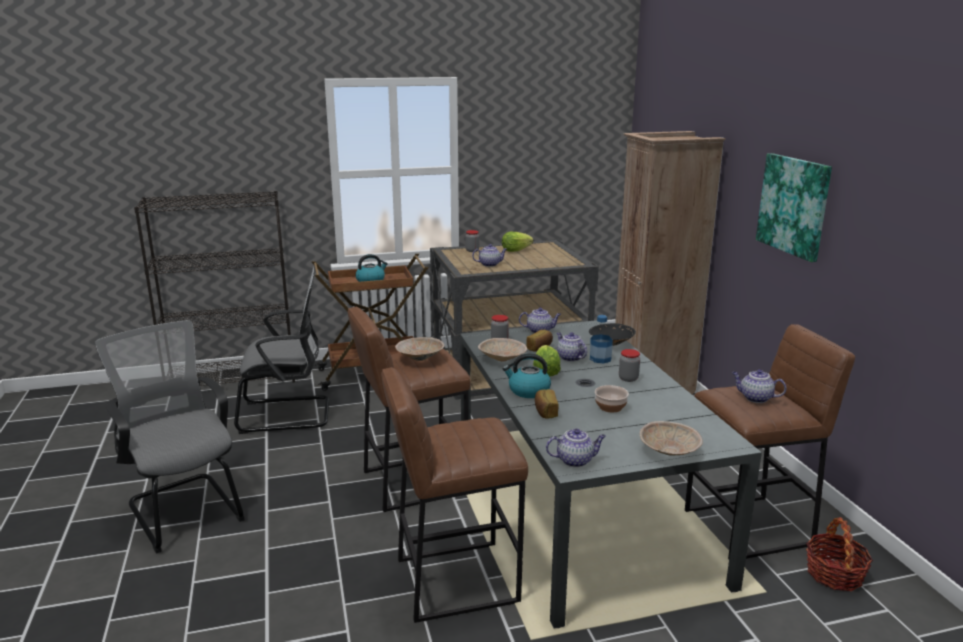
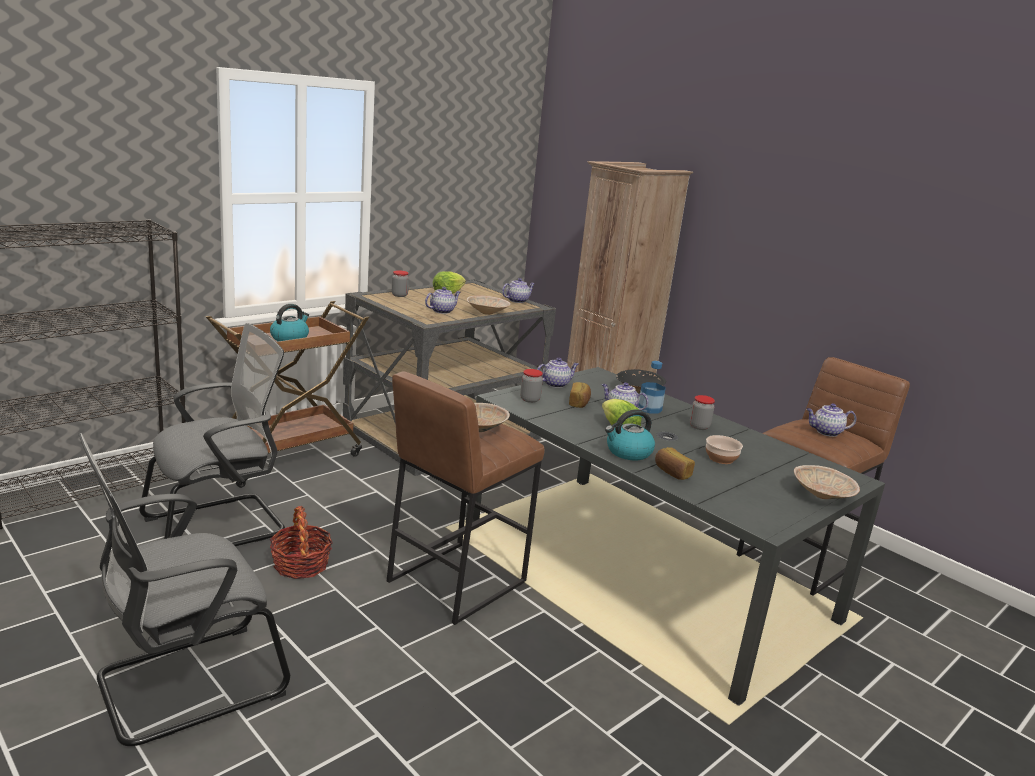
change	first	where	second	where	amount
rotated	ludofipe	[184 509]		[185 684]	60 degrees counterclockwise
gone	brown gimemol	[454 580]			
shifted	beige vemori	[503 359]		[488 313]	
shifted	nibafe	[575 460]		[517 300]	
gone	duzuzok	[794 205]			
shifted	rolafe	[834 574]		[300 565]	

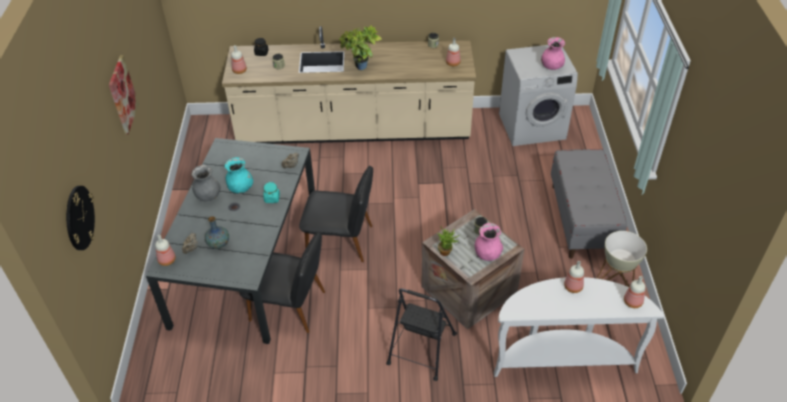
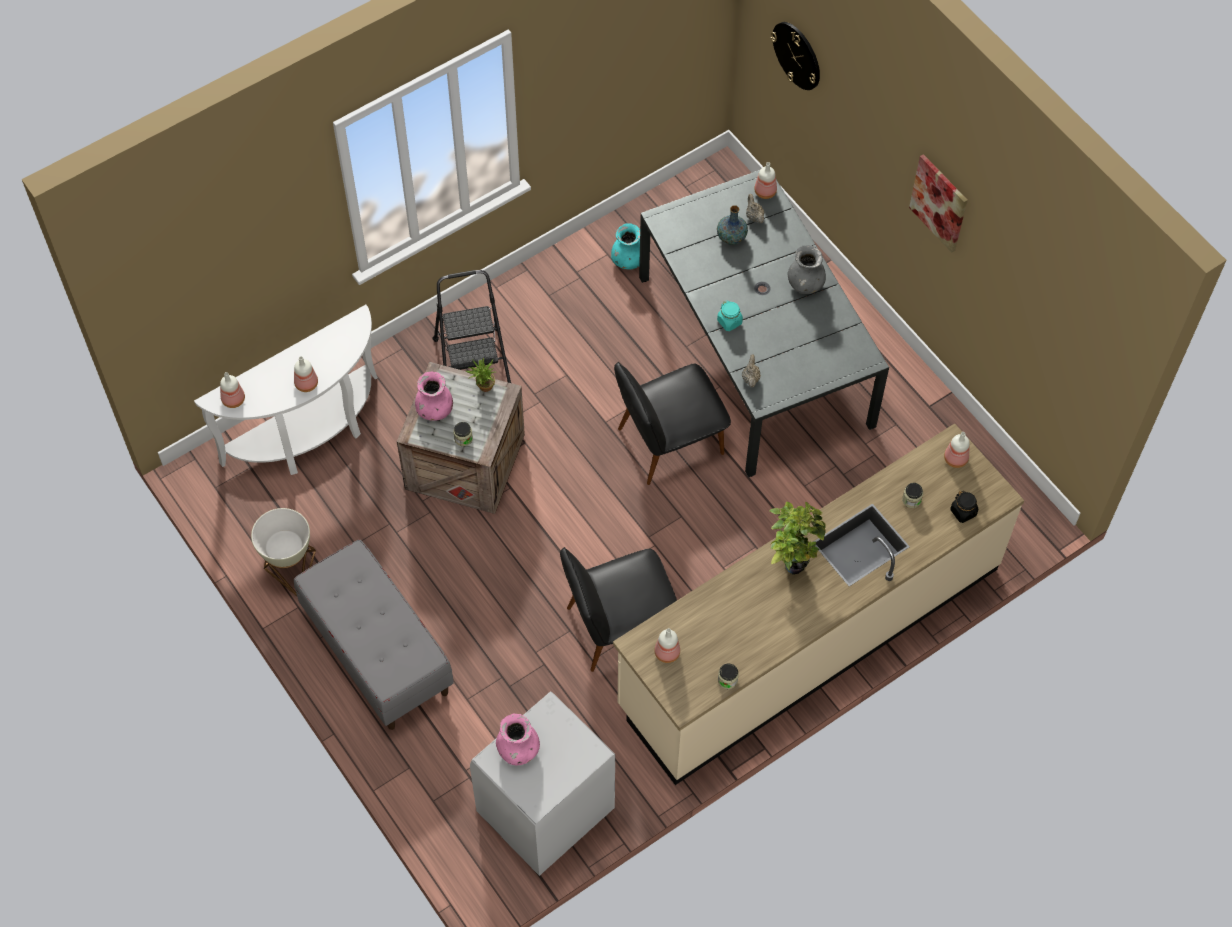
change	first	where	second	where	amount
shifted	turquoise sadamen	[240 188]		[628 260]	
shifted	black ludofipe	[287 306]		[620 625]	

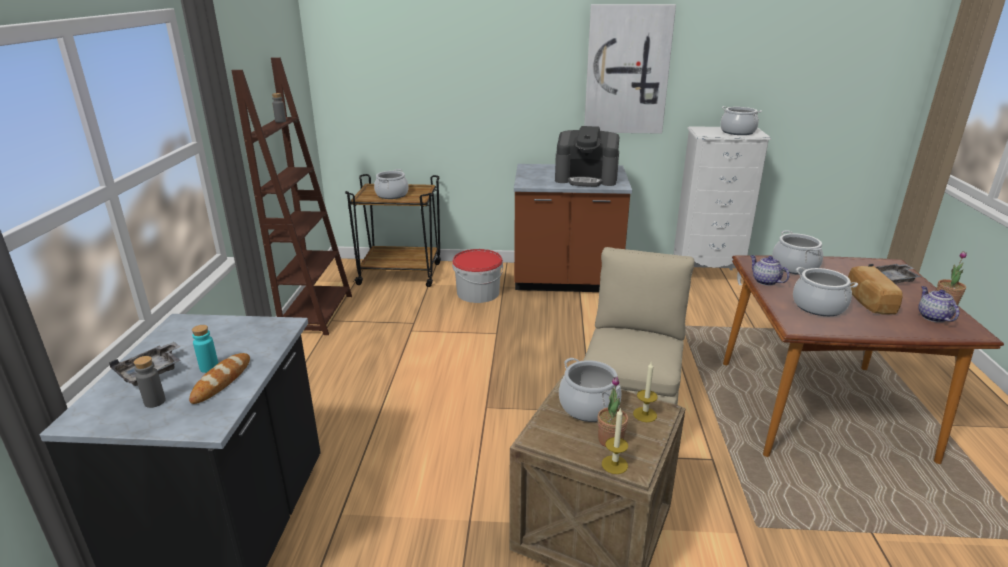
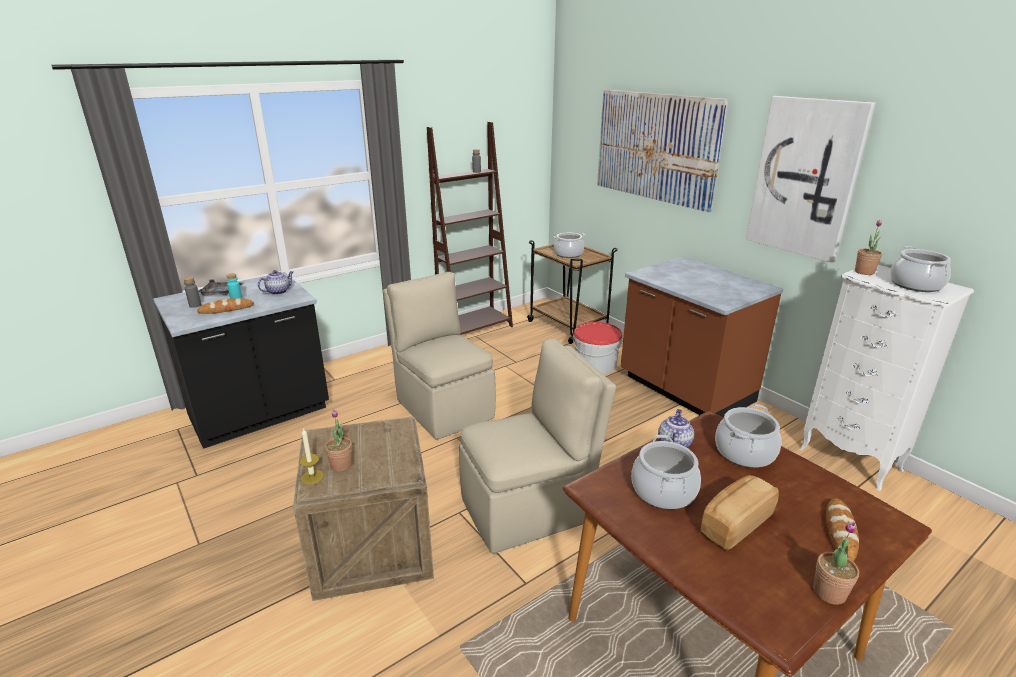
change	first	where	second	where	amount
gone	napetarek	[586 179]			
gone	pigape	[588 406]			
gone	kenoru	[645 414]			
swapped	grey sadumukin	[893 279]	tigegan	[840 532]	
shifted	nibafe	[932 317]		[278 291]	
new			beige ludofipe	[443 407]	
new			duzuzok	[656 147]	
new			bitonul	[864 272]	

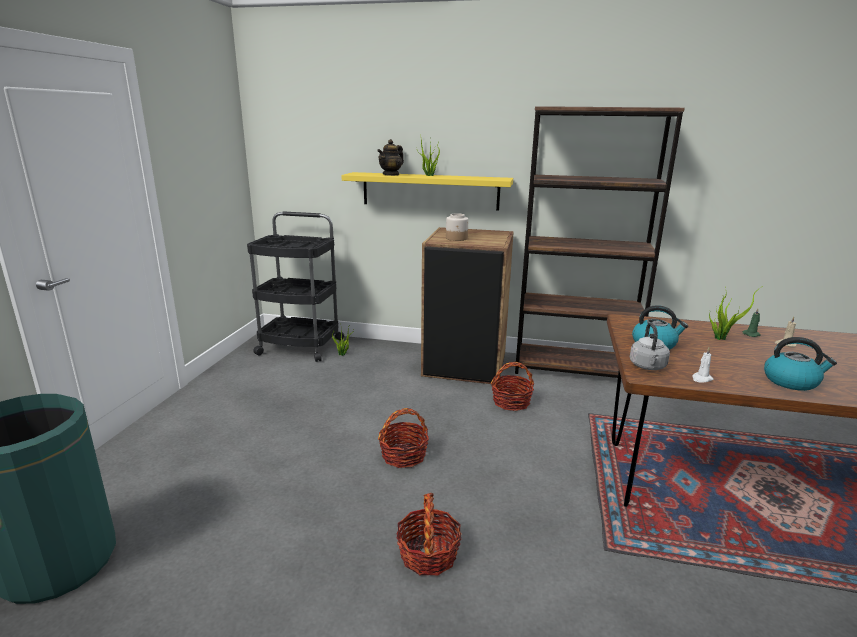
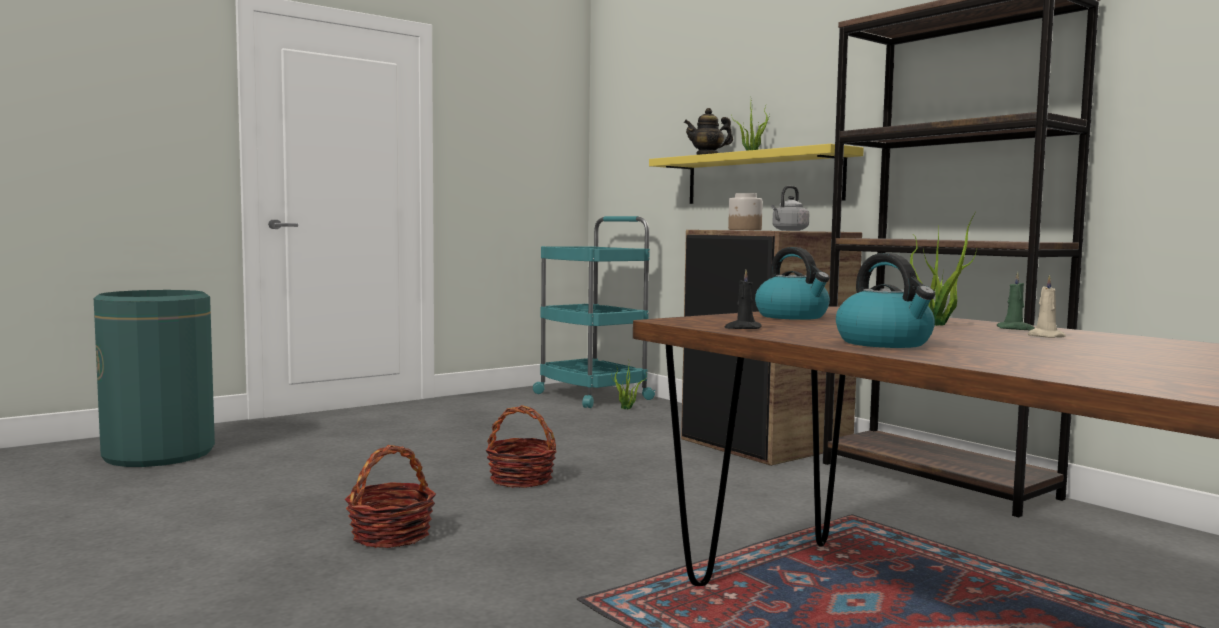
change	first	where	second	where	amount
repainted	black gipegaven	[299 347]	turquoise gipegaven	[591 396]	
gone	rolafe	[511 402]			
shifted	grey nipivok	[648 367]		[789 230]	
repainted	white kenoru	[701 379]	black kenoru	[742 328]	

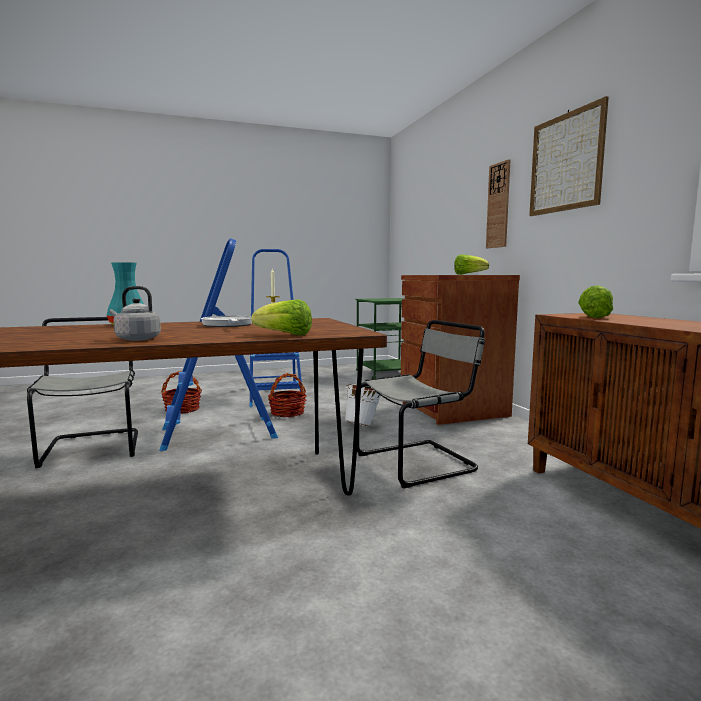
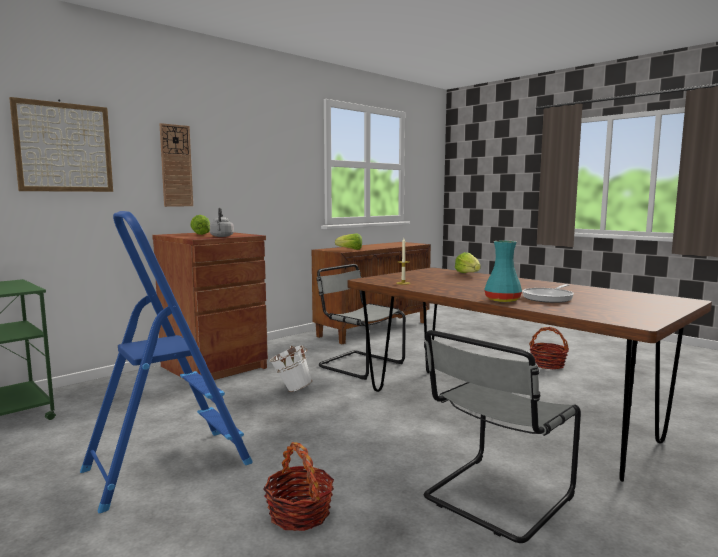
change	first	where	second	where	amount
shifted	grey nipivok	[136 339]		[221 236]	
gone	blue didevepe	[217 433]			
shifted	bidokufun	[228 325]		[549 298]	
shifted	rolafe	[287 413]		[547 364]	
shifted	duzuzok	[566 161]		[64 146]	

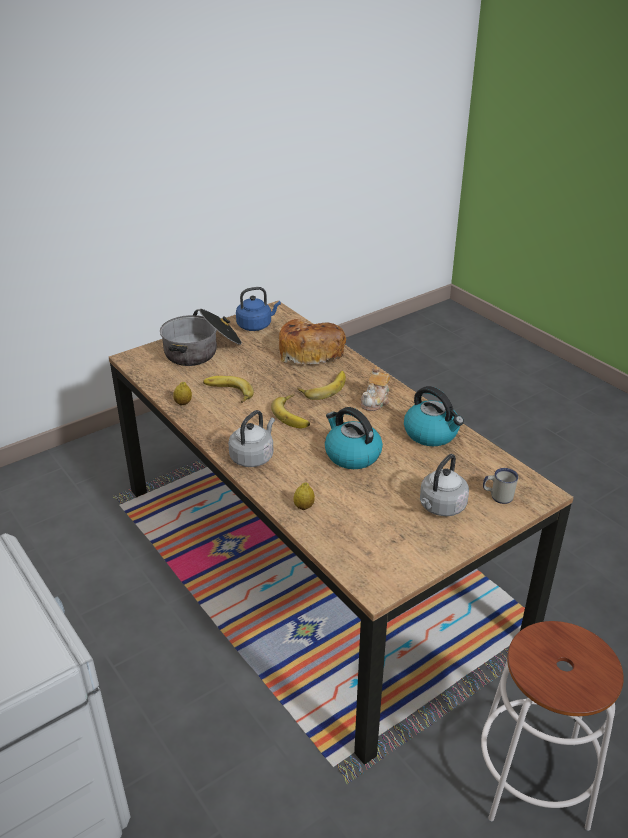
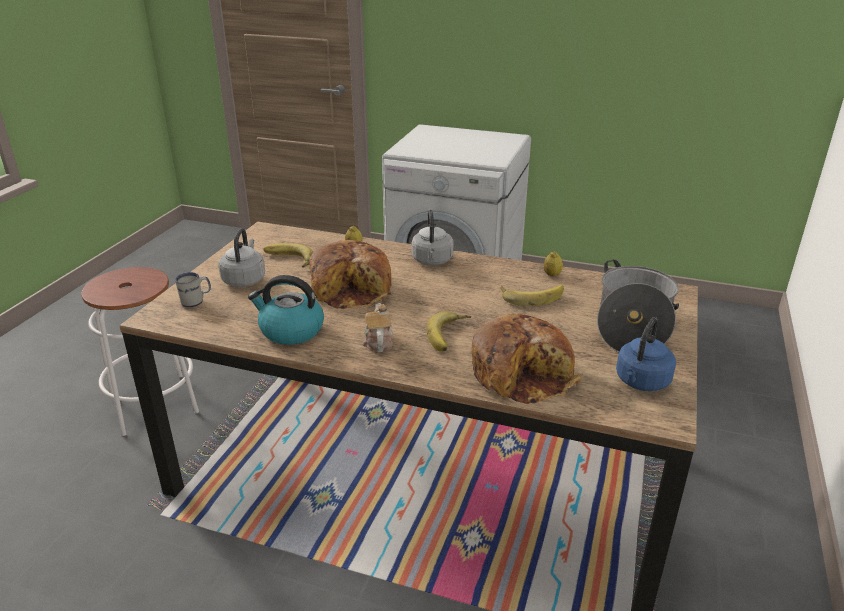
change	first	where	second	where	amount
shifted	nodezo	[294 414]		[288 260]	
swapped	nipivok	[351 455]	tigegan	[353 288]	

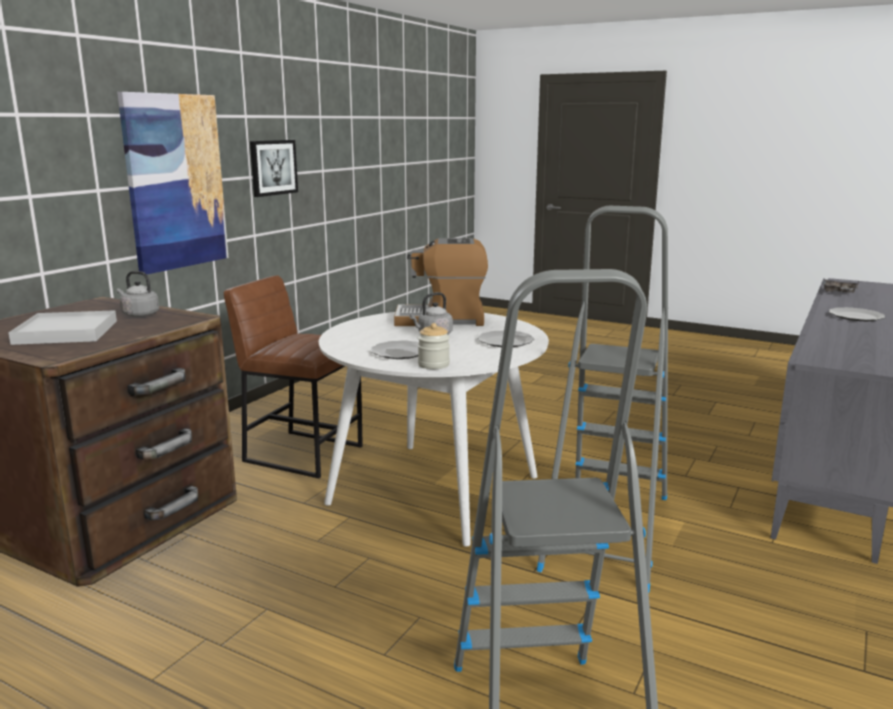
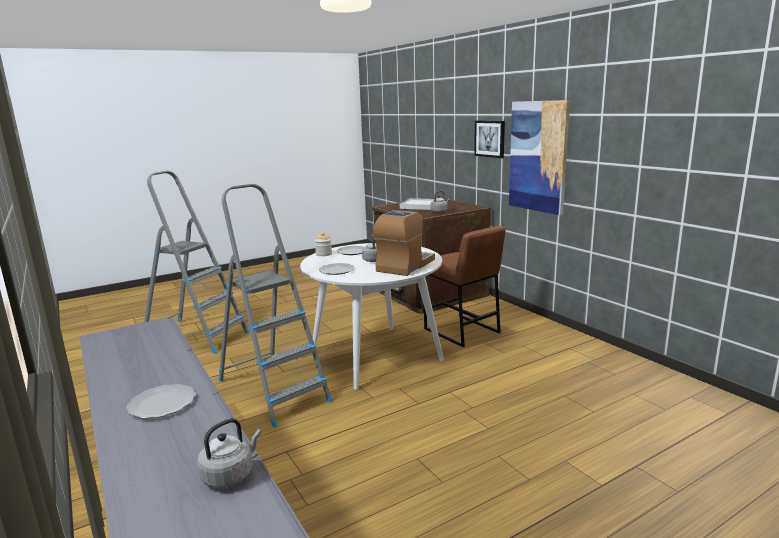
change	first	where	second	where	amount
rotated	brown ludofipe	[302 453]		[462 331]	90 degrees clockwise
shifted	duzuzok	[273 167]		[490 138]	
swapped	grey sadumukin	[839 292]	grey nipivok	[230 475]	

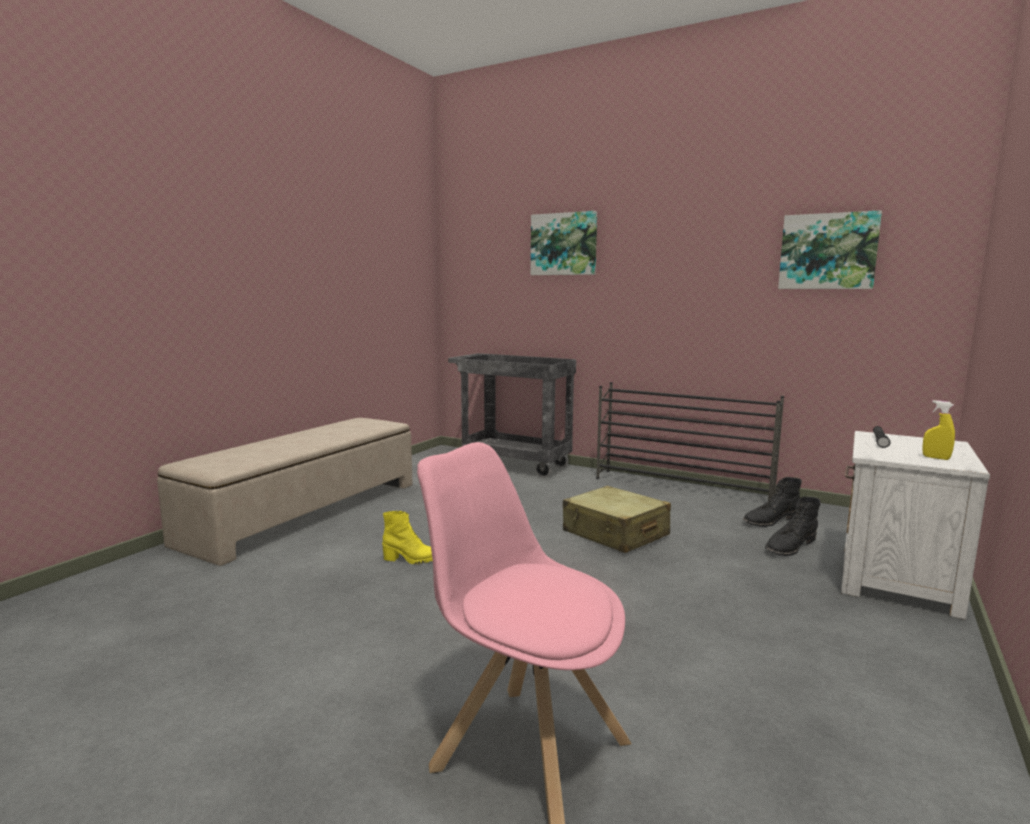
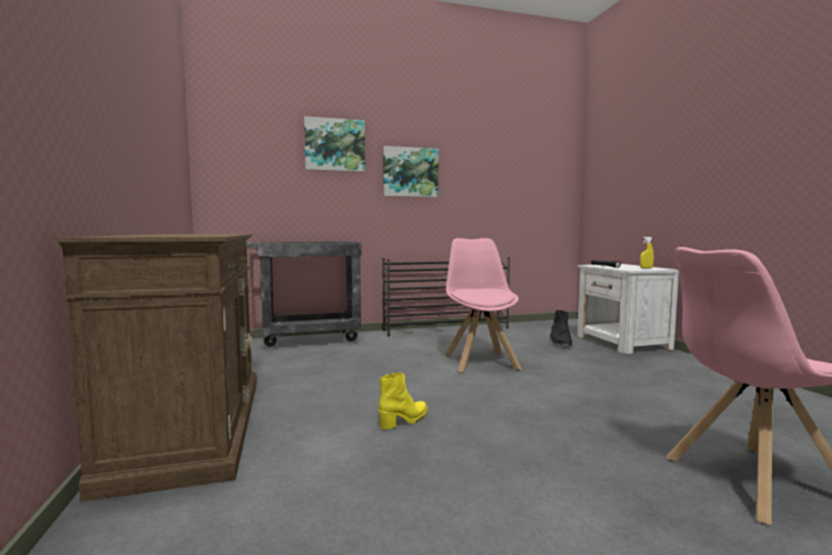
change	first	where	second	where	amount
swapped	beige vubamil	[306 511]	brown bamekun	[192 426]	
swapped	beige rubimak	[615 534]	pink ludofipe	[480 360]	
gone	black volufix	[770 520]			
shifted	duzuzok	[828 251]		[410 172]	

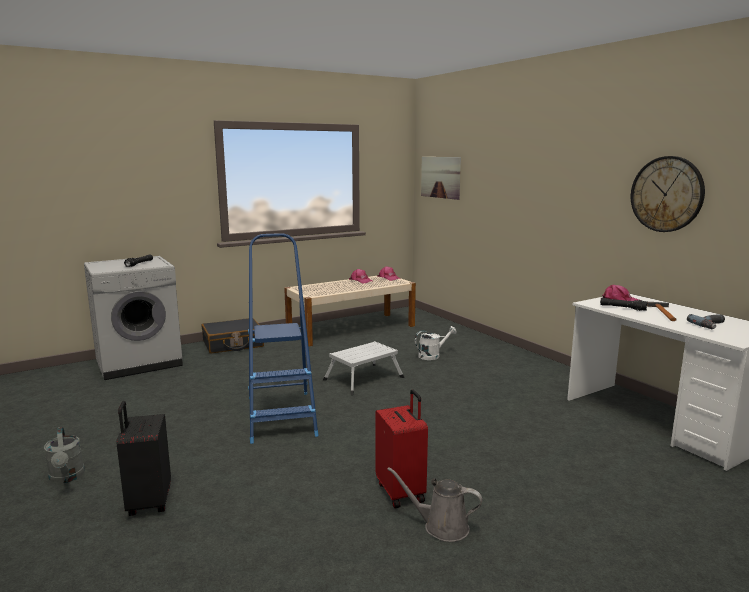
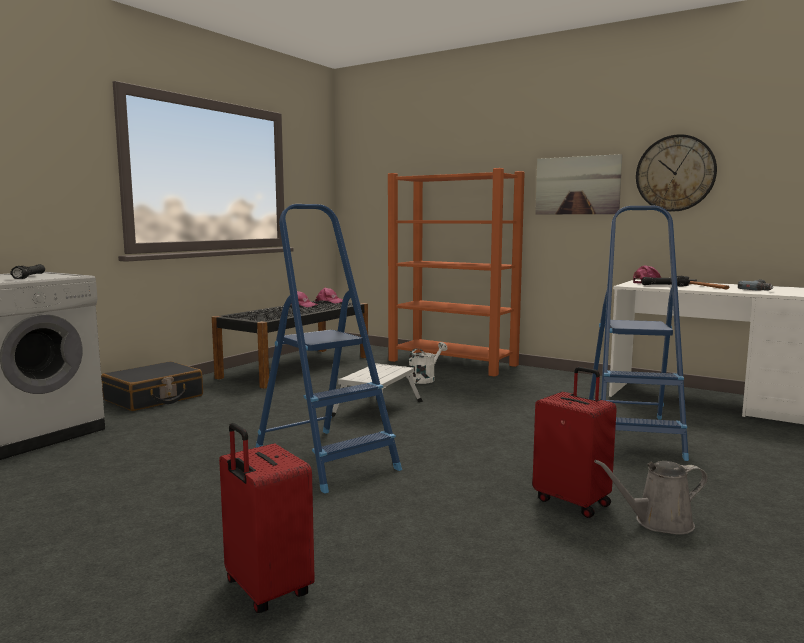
change	first	where	second	where	amount
gone	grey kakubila	[67 477]			
repainted	black rubimak	[148 502]	red rubimak	[265 590]	
repainted	beige vubamil	[351 329]	black vubamil	[296 367]	
shifted	duzuzok	[440 177]		[577 185]	
new			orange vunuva	[452 363]	
new			blue didevepe	[632 435]	

